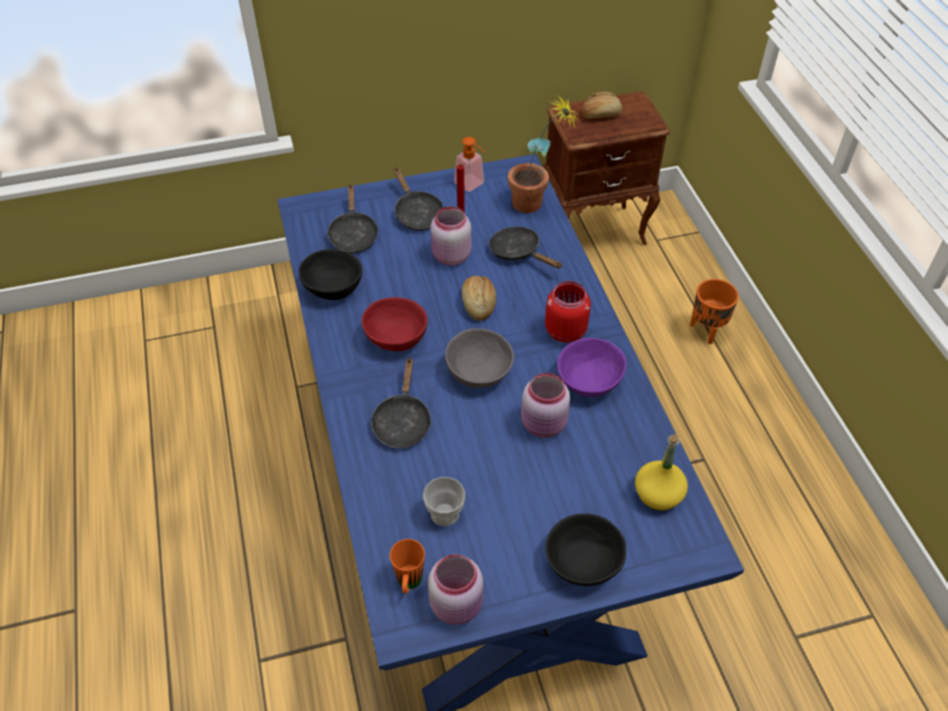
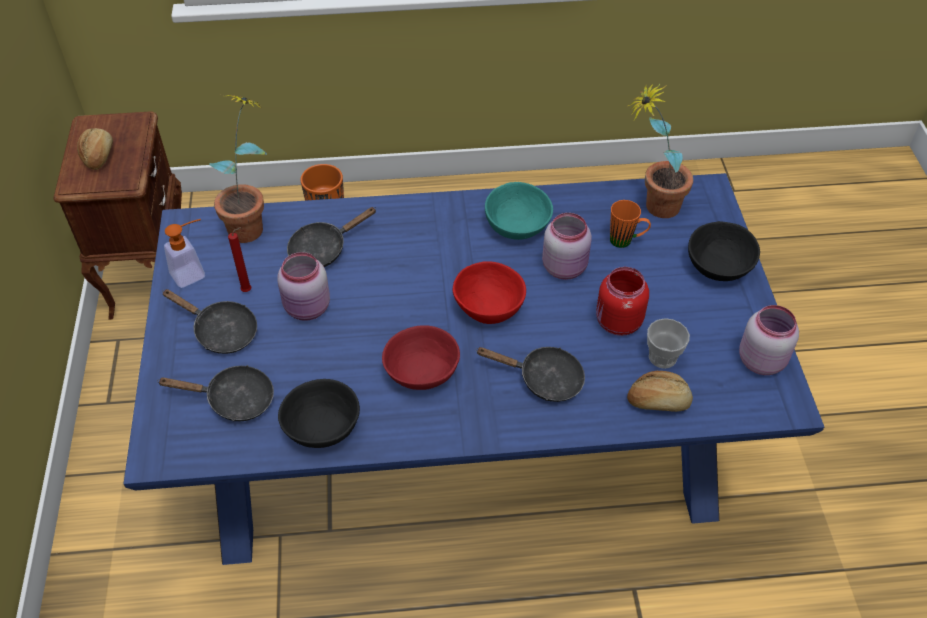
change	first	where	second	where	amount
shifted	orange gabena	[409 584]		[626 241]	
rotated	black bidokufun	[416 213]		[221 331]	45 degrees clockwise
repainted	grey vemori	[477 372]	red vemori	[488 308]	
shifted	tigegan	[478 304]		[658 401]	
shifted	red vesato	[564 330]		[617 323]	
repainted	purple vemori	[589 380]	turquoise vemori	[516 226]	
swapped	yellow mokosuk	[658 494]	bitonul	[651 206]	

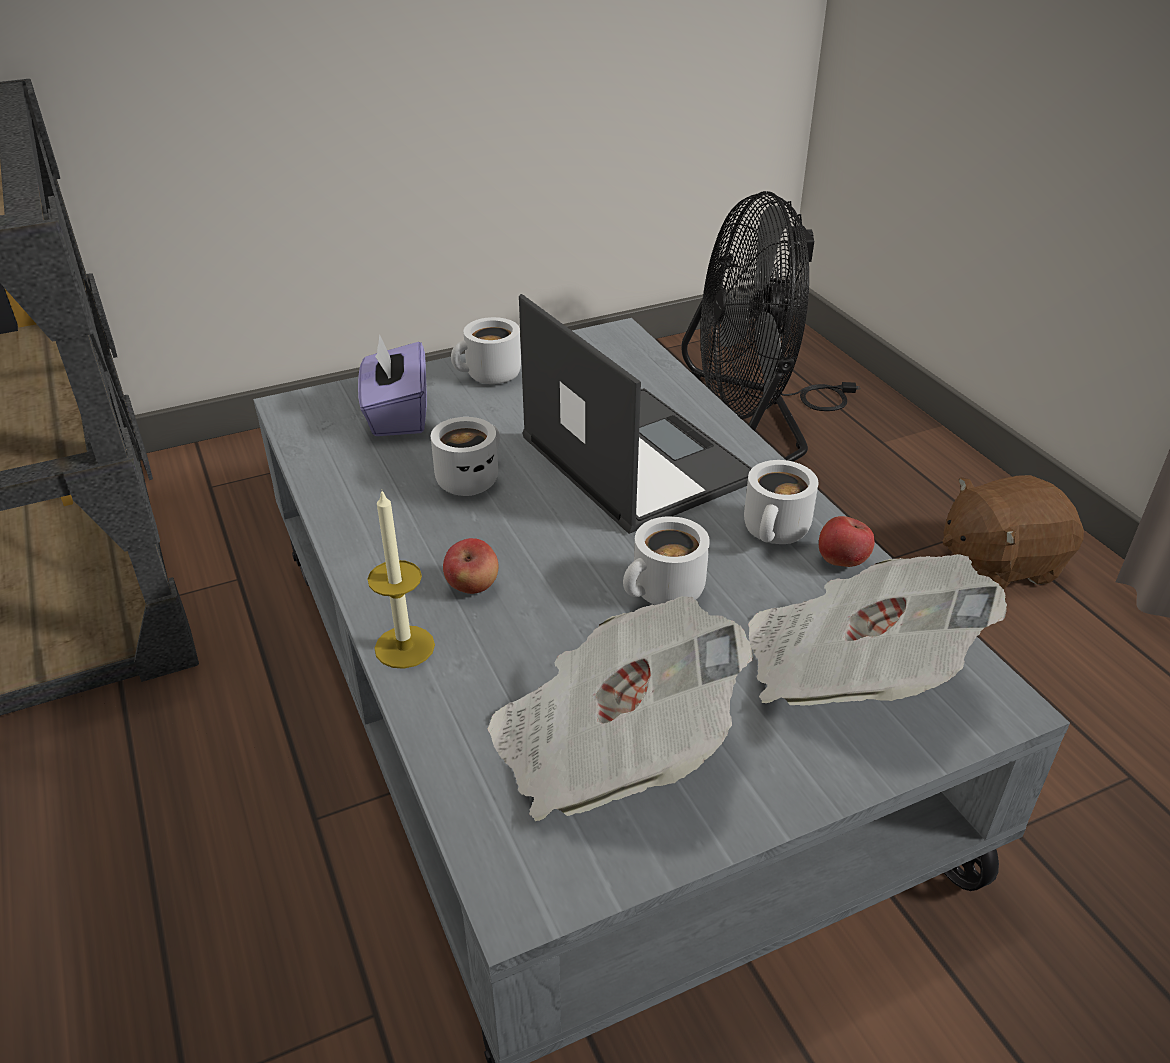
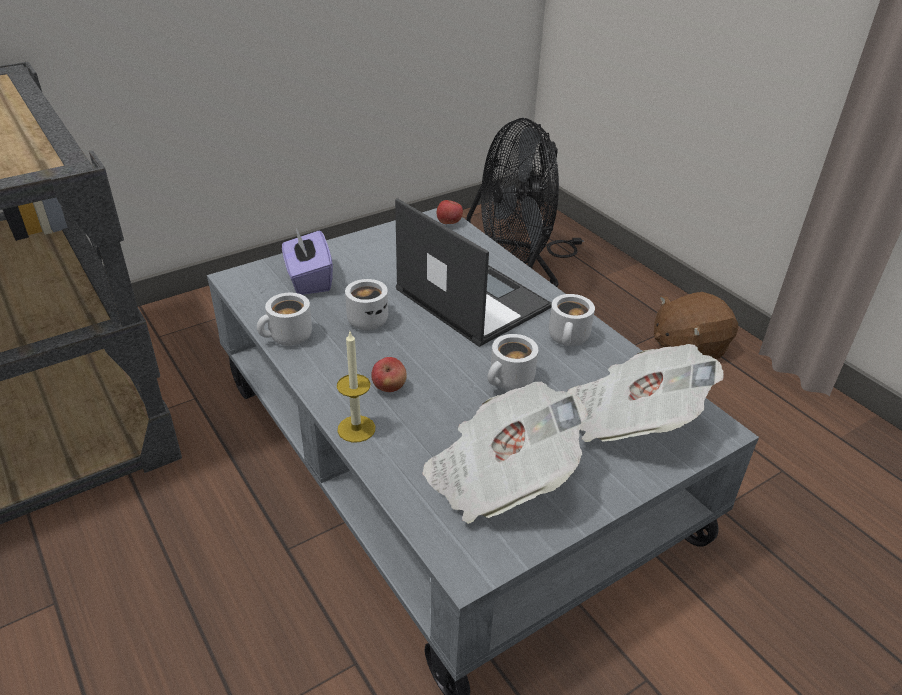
change	first	where	second	where	amount
shifted	white gabena	[489 377]		[288 338]	
shifted	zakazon	[841 561]		[449 223]	

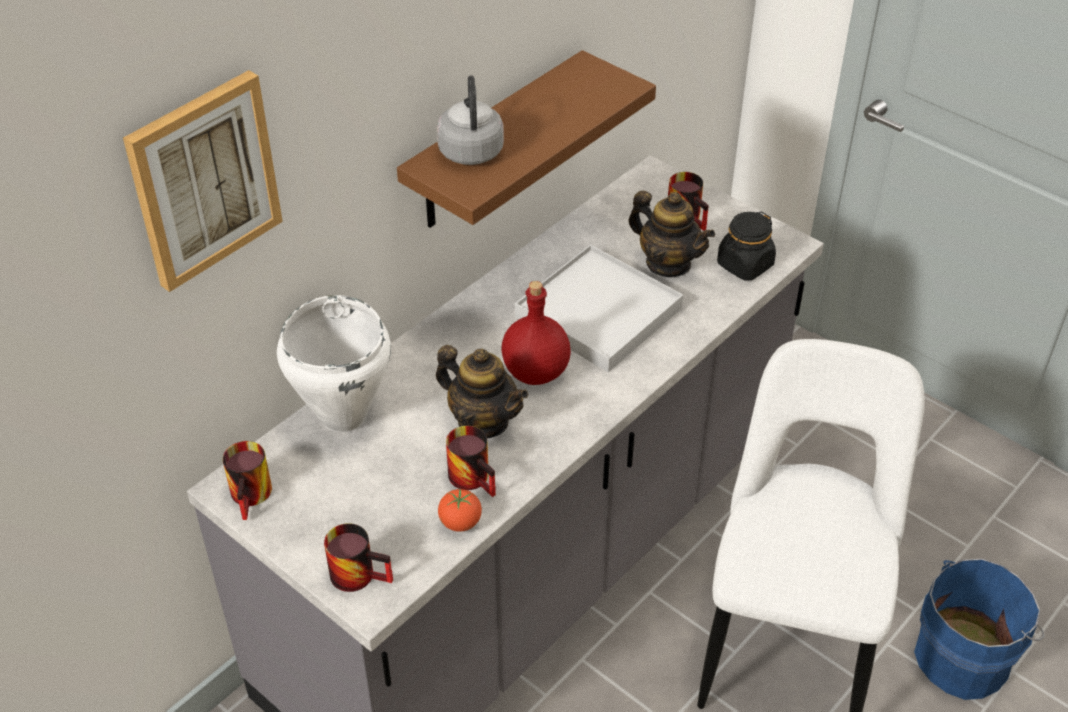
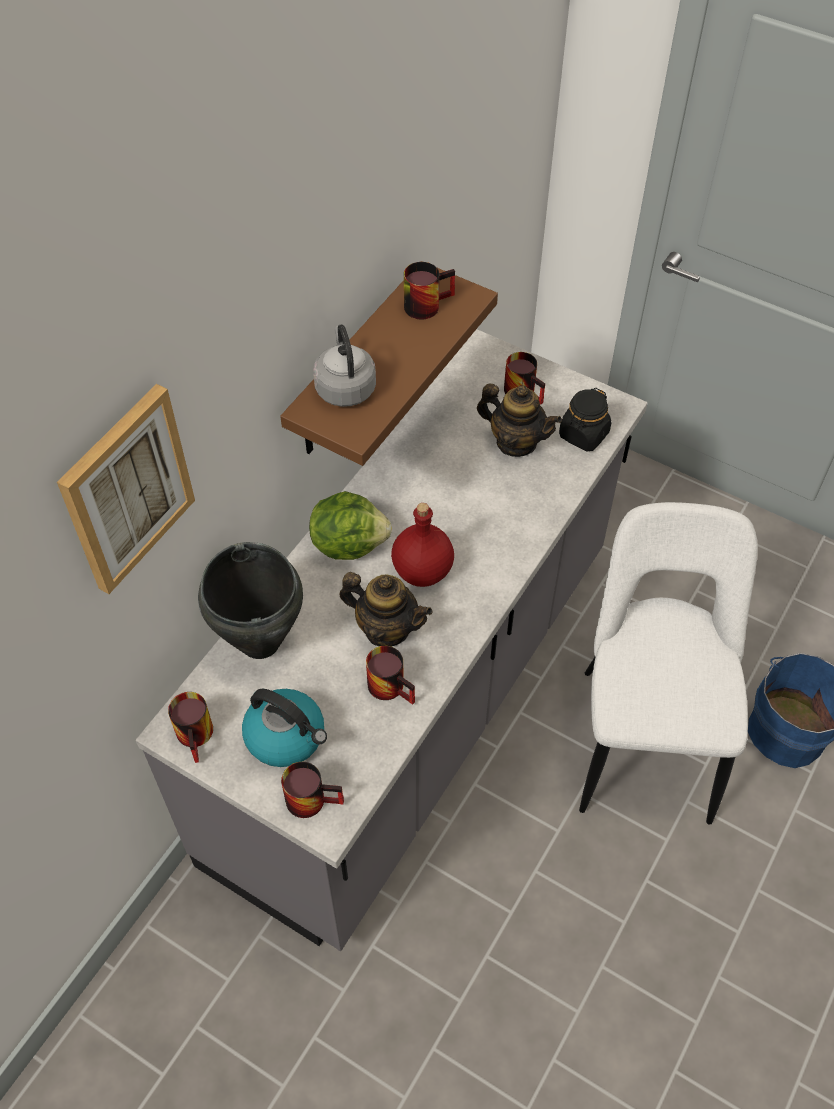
change	first	where	second	where	amount
repainted	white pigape	[342 417]	black pigape	[259 643]	
gone	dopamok	[460 522]			
gone	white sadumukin	[598 312]			
new			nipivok	[286 736]	
new			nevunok	[349 543]	
new			gabena	[426 303]	

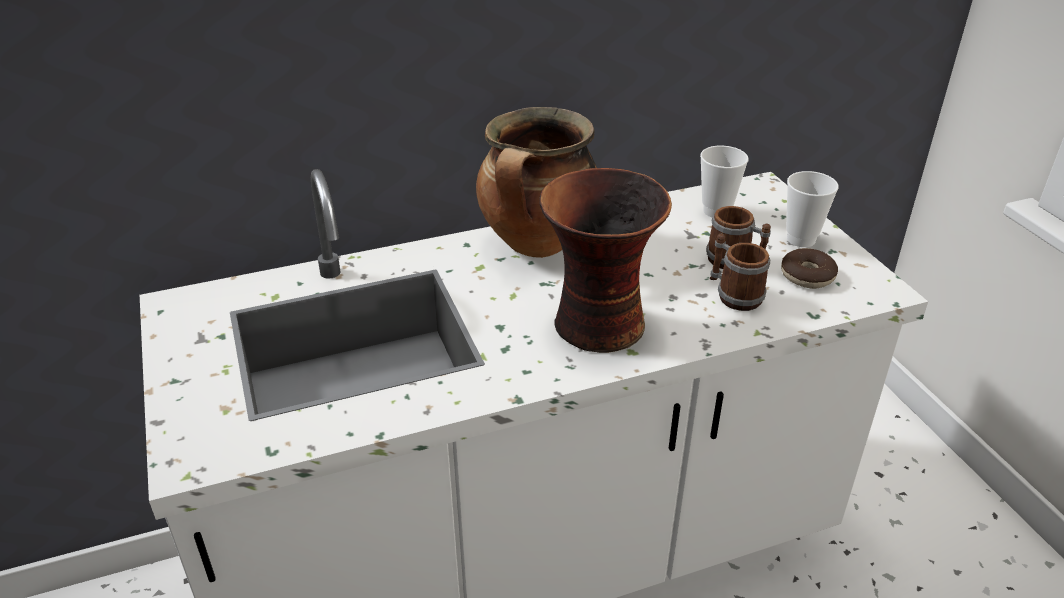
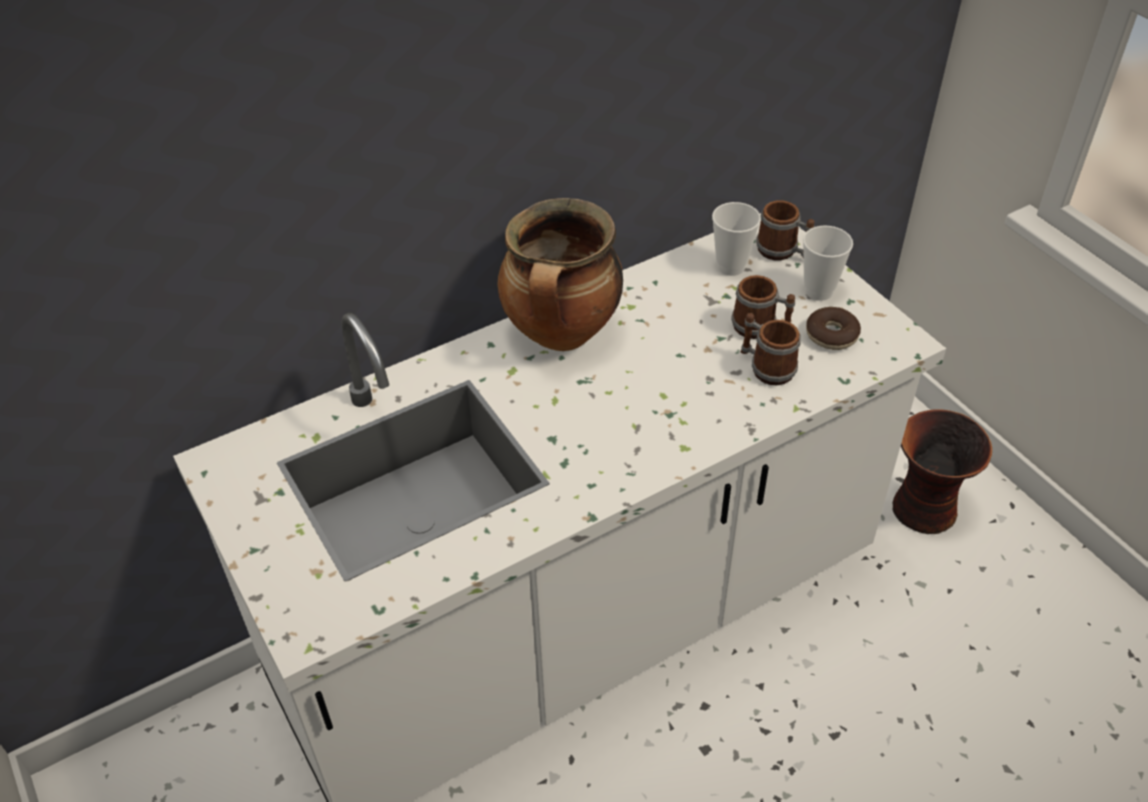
change	first	where	second	where	amount
shifted	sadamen	[597 326]		[923 511]	
new			gabena	[783 252]	

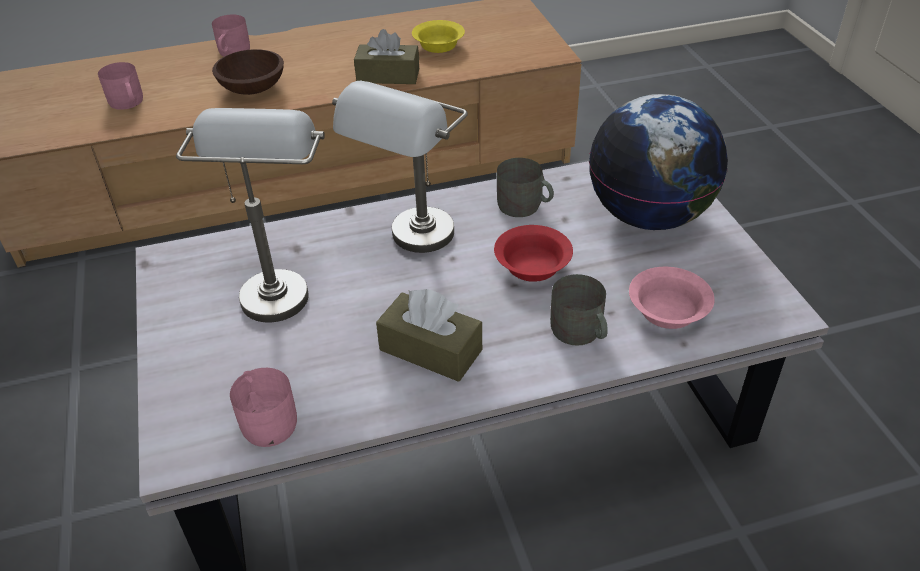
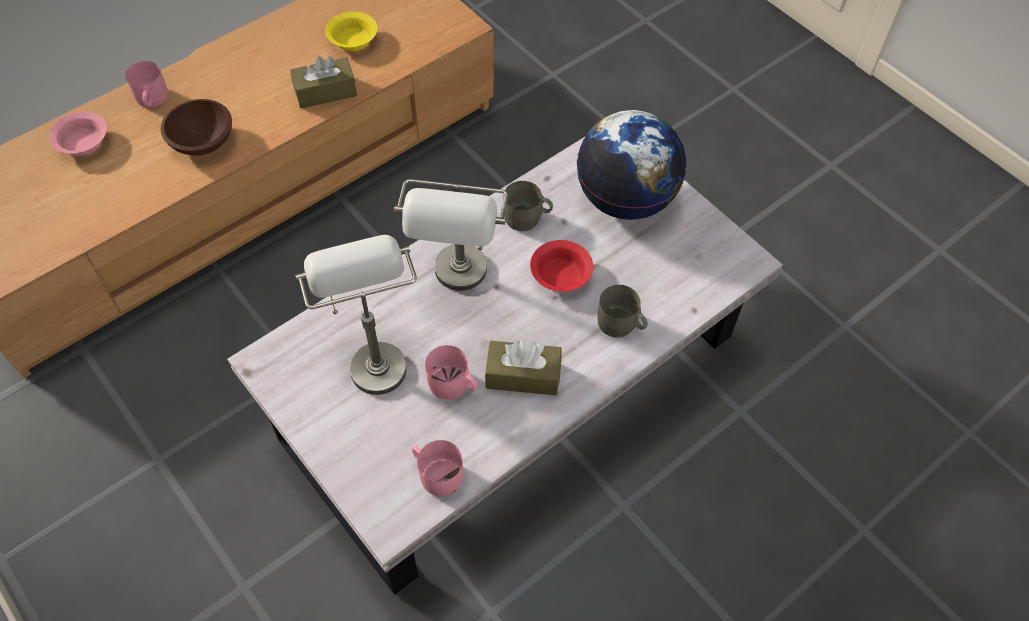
change	first	where	second	where	amount
shifted	pink gabena	[127 103]		[453 386]	
shifted	pink vemori	[669 311]		[84 142]	

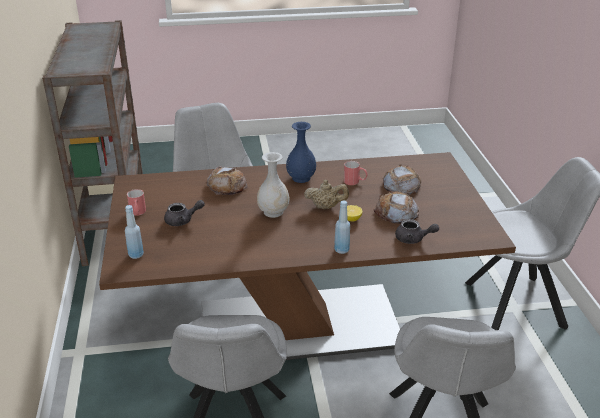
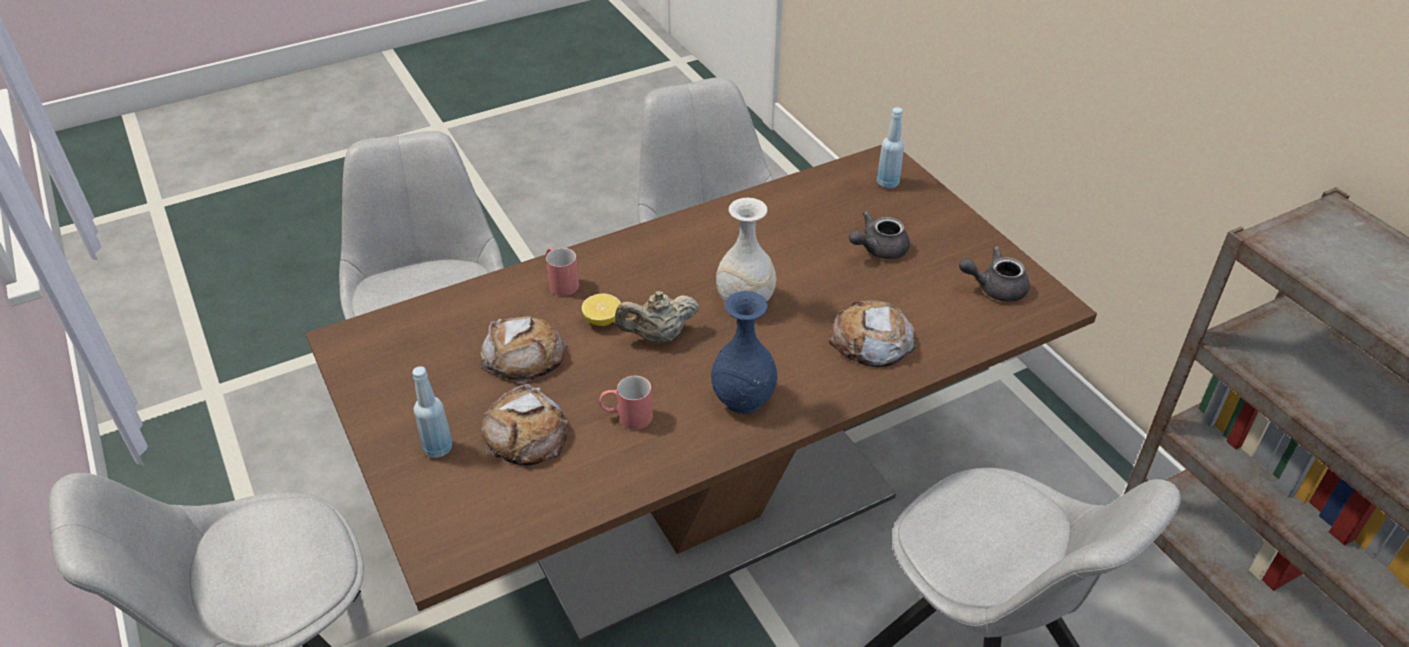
change	first	where	second	where	amount
shifted	red gabena	[137 213]		[560 281]	
shifted	blue mokosuk	[342 250]		[438 448]	
shifted	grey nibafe	[413 239]		[994 288]	

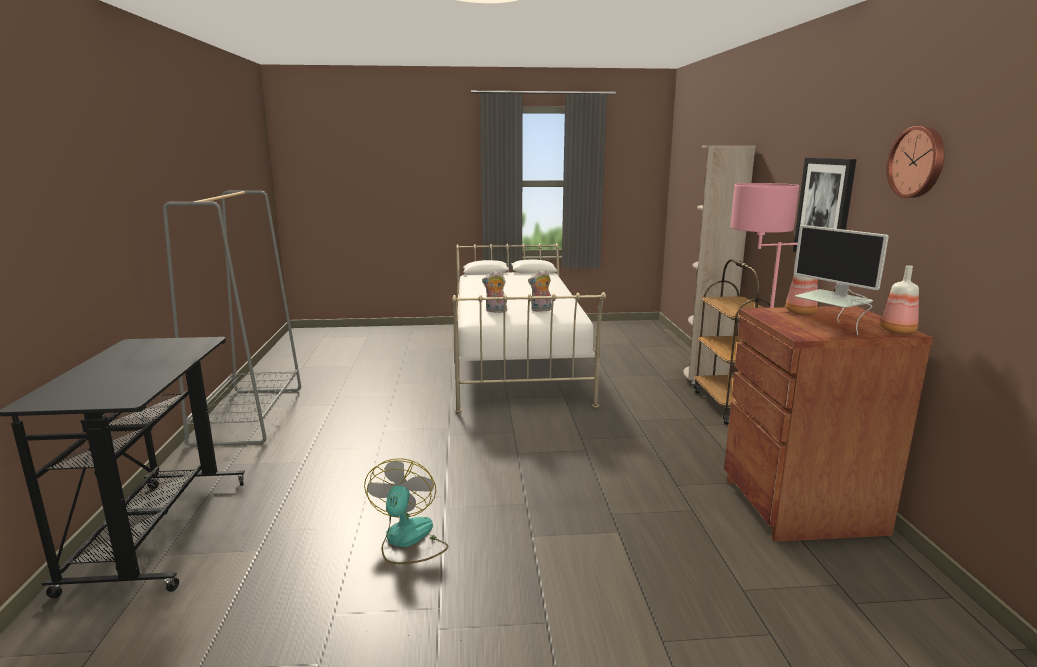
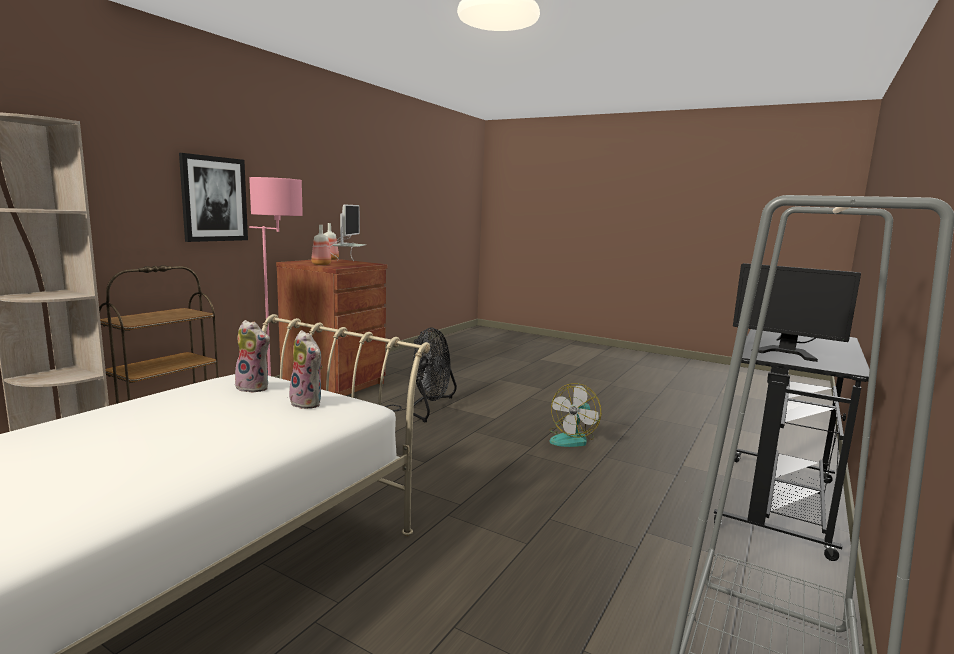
change	first	where	second	where	amount
gone	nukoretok	[918 162]			
new			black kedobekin	[423 408]	
new			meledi	[788 350]	

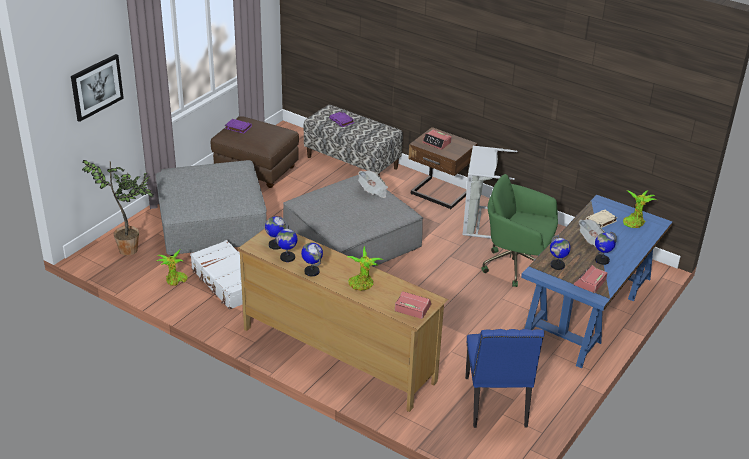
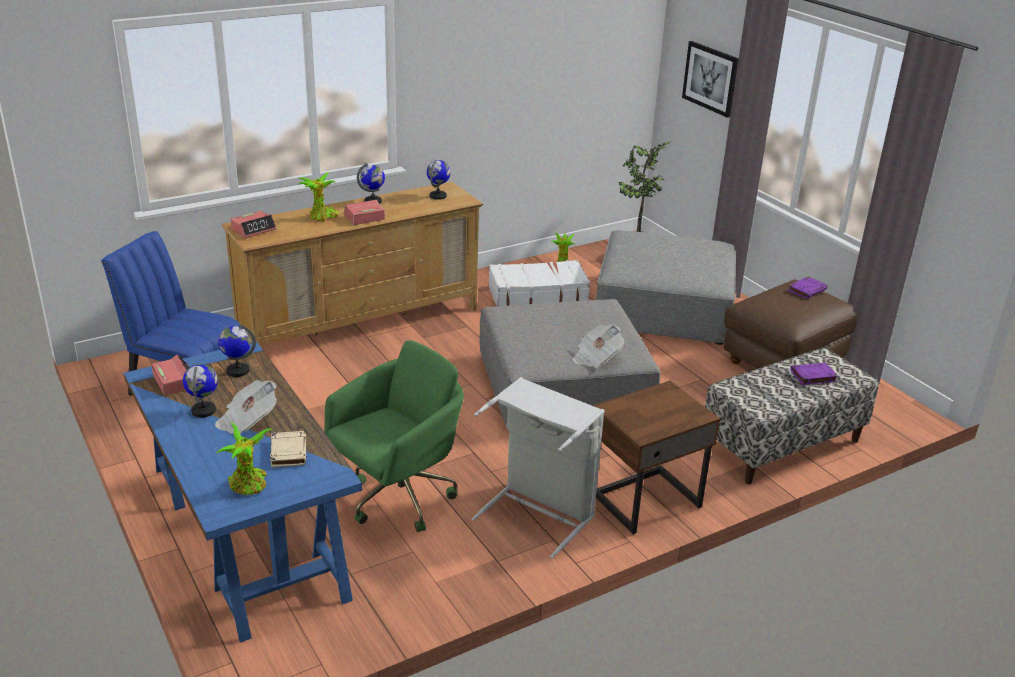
change	first	where	second	where	amount
gone	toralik	[287 257]			
shifted	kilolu	[437 143]		[364 217]	

